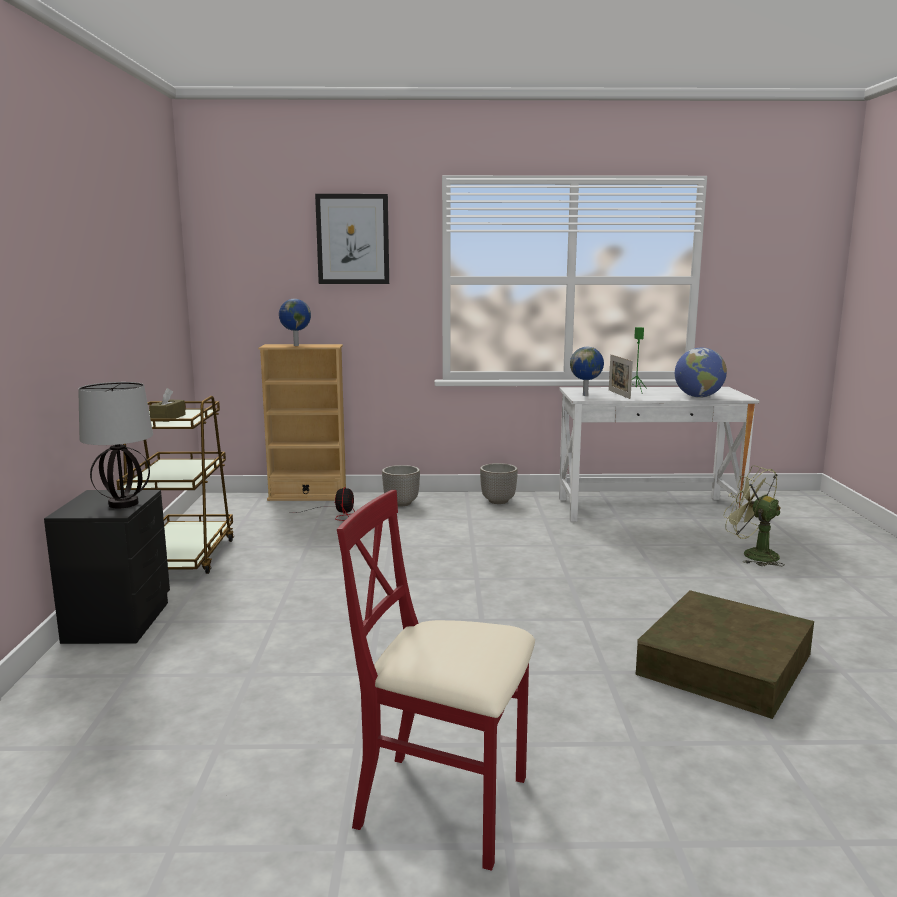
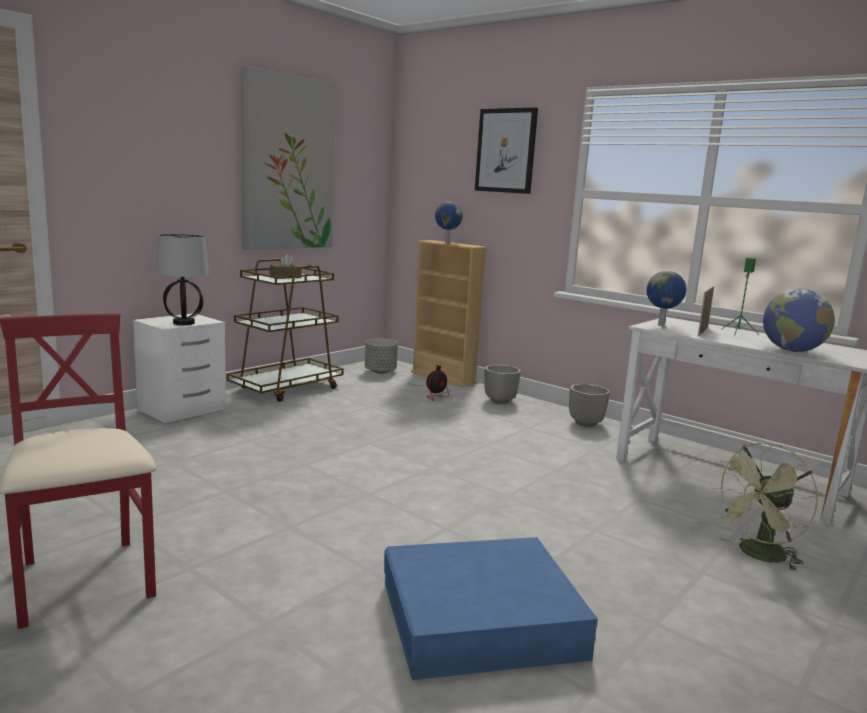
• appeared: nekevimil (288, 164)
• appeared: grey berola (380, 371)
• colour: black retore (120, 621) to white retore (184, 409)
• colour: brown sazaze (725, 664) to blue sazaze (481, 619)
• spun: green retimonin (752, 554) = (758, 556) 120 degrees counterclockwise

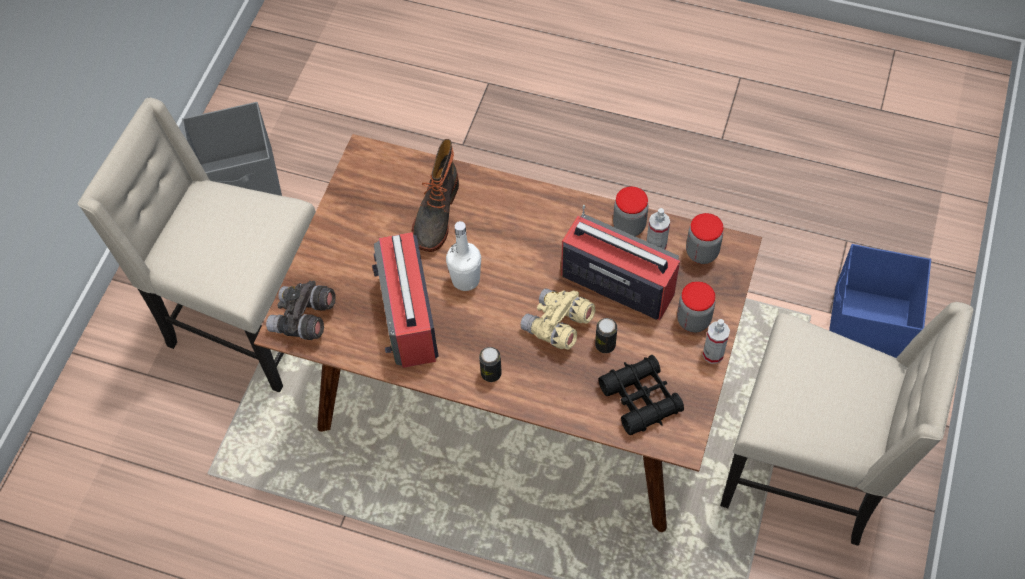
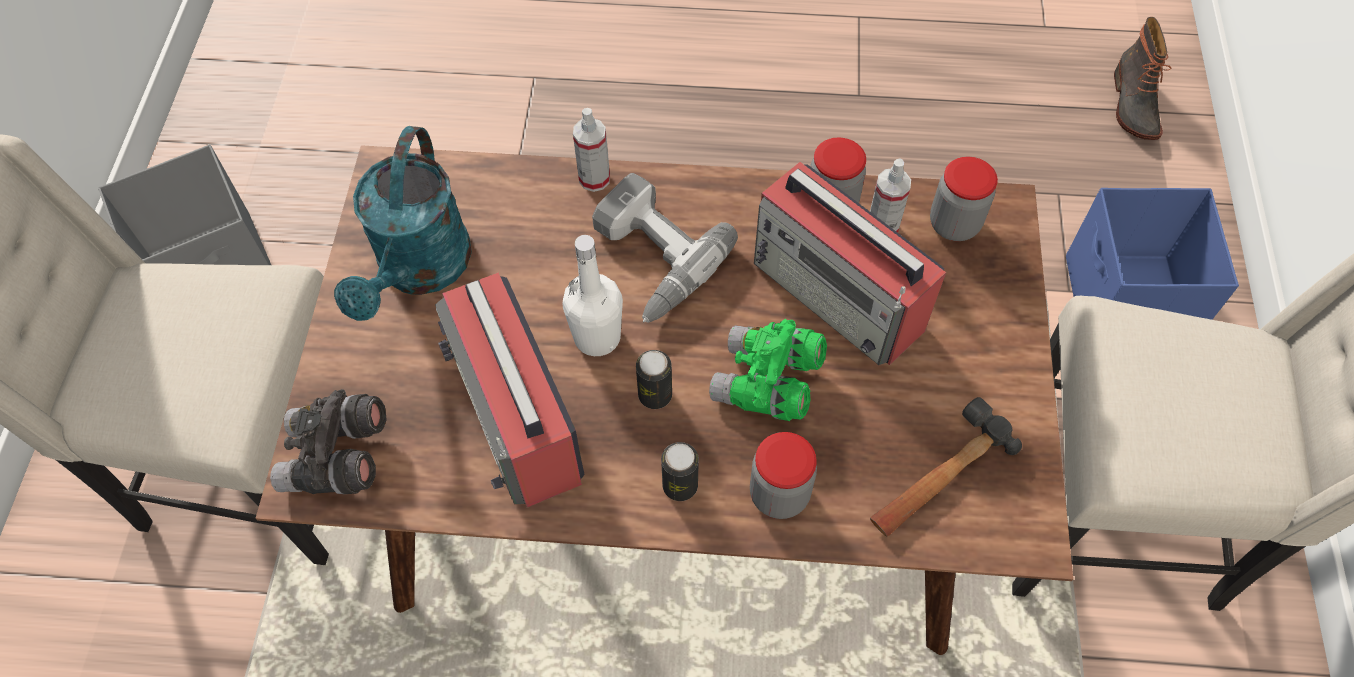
• appeared: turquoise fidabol (420, 271)
• appeared: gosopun (649, 258)
• relocated: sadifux (435, 214) to (1132, 105)
• relocated: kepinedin (605, 345) to (655, 395)
• relocated: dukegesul (693, 320) to (779, 494)
• relocated: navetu (713, 354) to (594, 179)
• exchanged: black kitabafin (640, 398) to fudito (938, 476)
• colour: beige kitabafin (557, 326) to green kitabafin (767, 383)
• spun: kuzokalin (616, 283) = (839, 296) 150 degrees counterclockwise

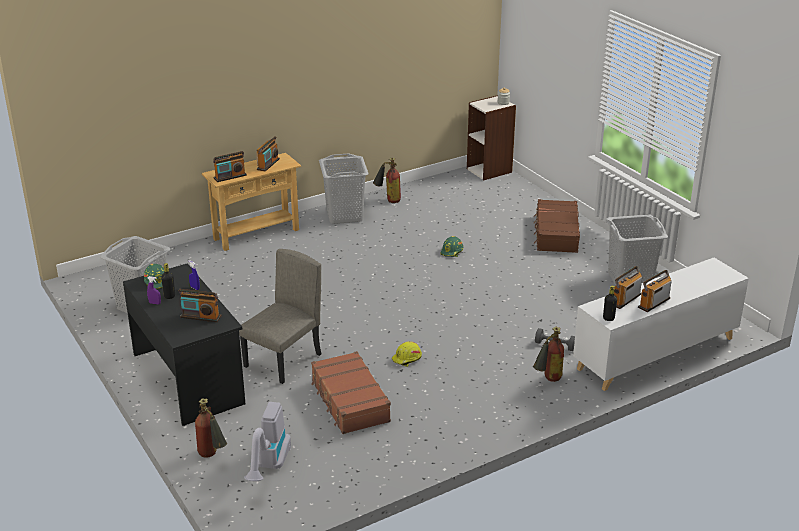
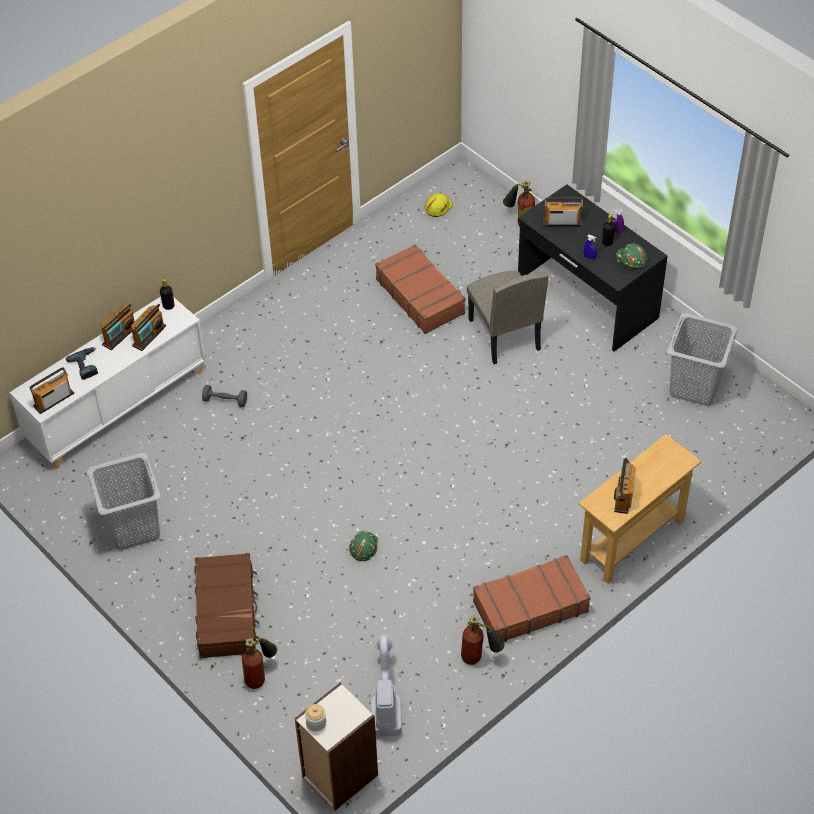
• appeared: gosopun (86, 365)
• relocated: kuzokalin (230, 177) to (53, 400)
• relocated: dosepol (269, 467) to (385, 702)
• relocated: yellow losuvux (407, 359) to (438, 207)
• relocated: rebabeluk (548, 380) to (260, 675)
• exchanged: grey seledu (345, 215) to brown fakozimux (530, 606)
• spun: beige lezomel (283, 361) = (504, 335) 45 degrees counterclockwise

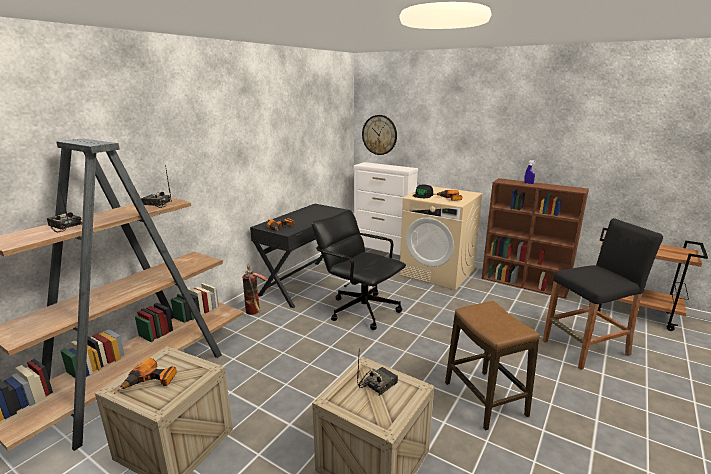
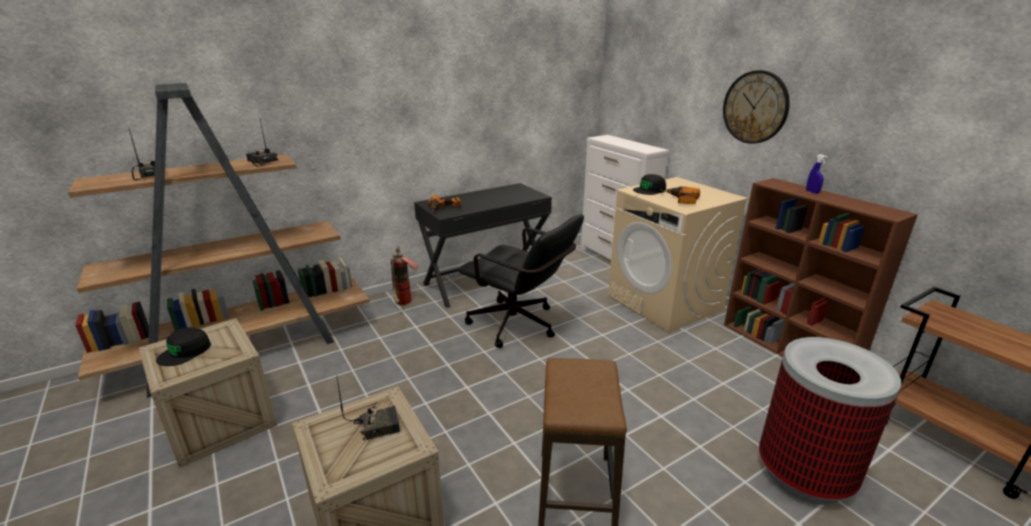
• relocated: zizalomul (379, 135) to (755, 107)
• exchanged: gosopun (150, 383) to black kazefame (185, 352)
• exchanged: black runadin (585, 348) to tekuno (804, 475)
• spun: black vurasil (359, 308) = (520, 326) 150 degrees clockwise

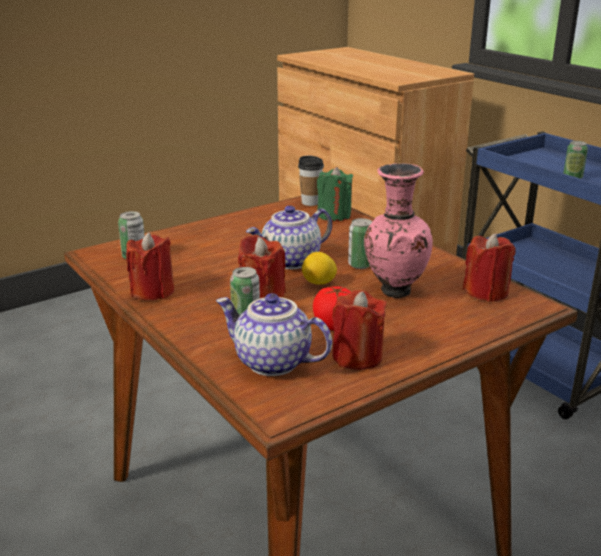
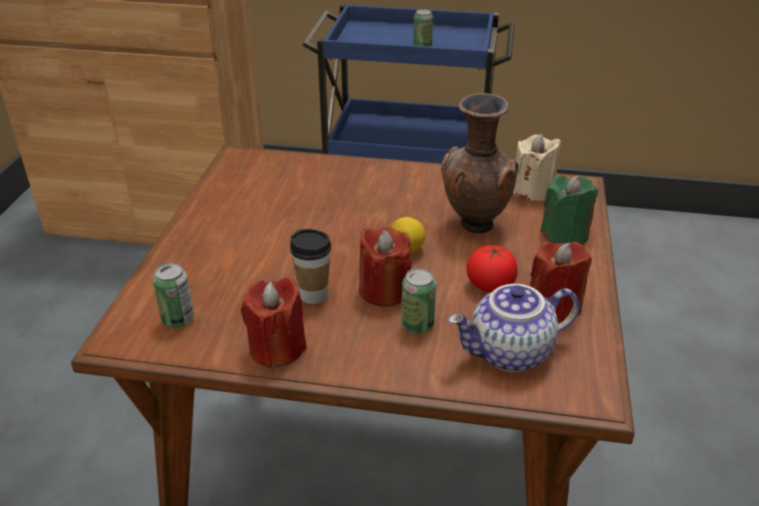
• missing: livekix (291, 262)
• missing: kepinedin (360, 265)
• relocated: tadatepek (310, 202) to (313, 295)
• relocated: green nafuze (334, 215) to (565, 234)
• colour: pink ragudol (393, 291) to brown ragudol (473, 225)
• colour: red nafuze (486, 292) to beige nafuze (532, 190)

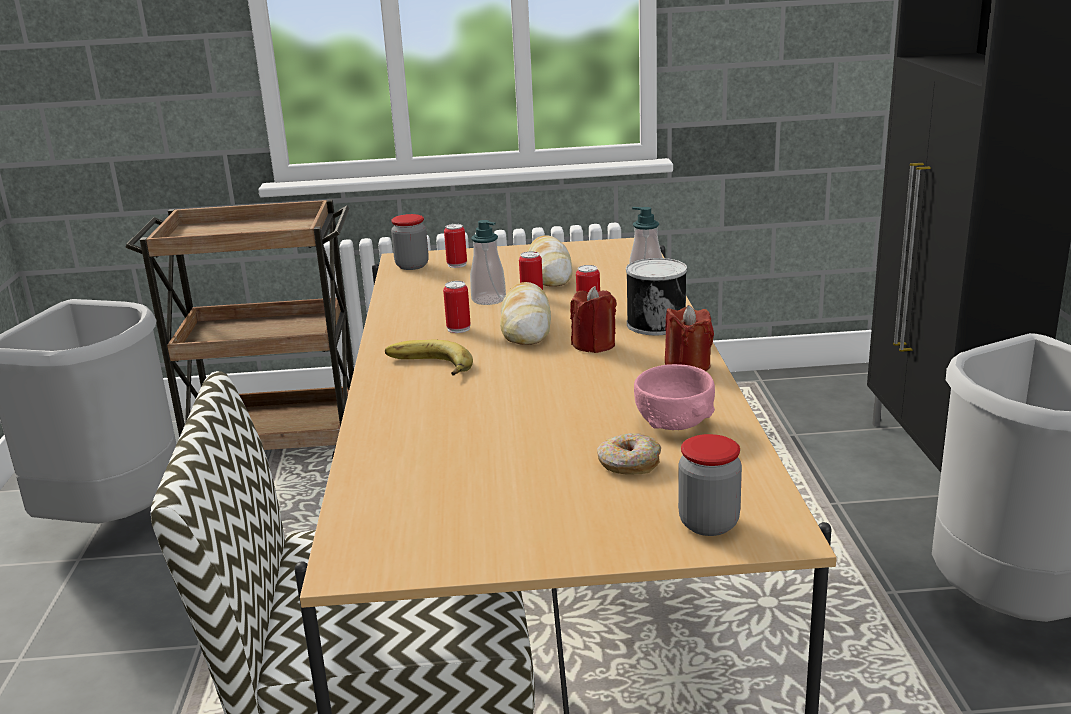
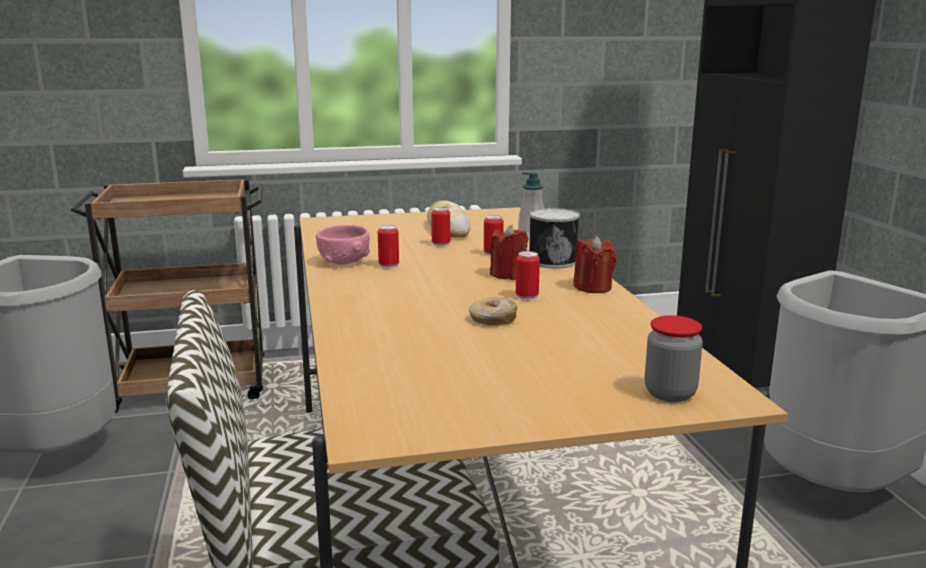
• missing: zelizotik (427, 366)
• missing: dukegesul (412, 266)
• missing: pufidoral (488, 300)
• missing: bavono (526, 325)
• relocated: kepinedin (457, 264) to (527, 297)
• relocated: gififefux (628, 464) to (492, 319)
• relocated: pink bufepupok (674, 424) to (344, 262)

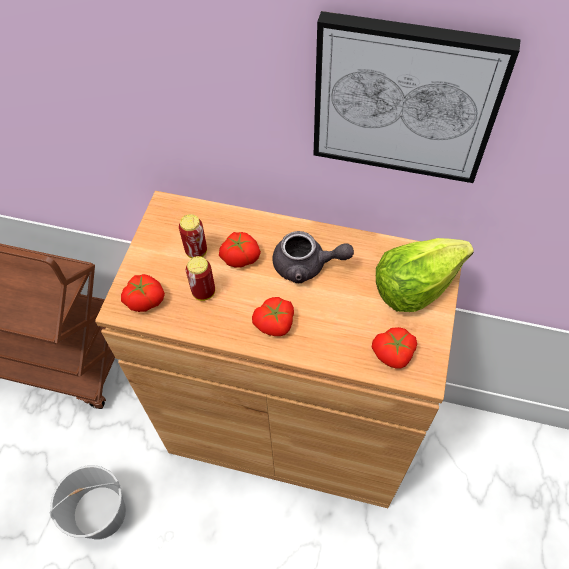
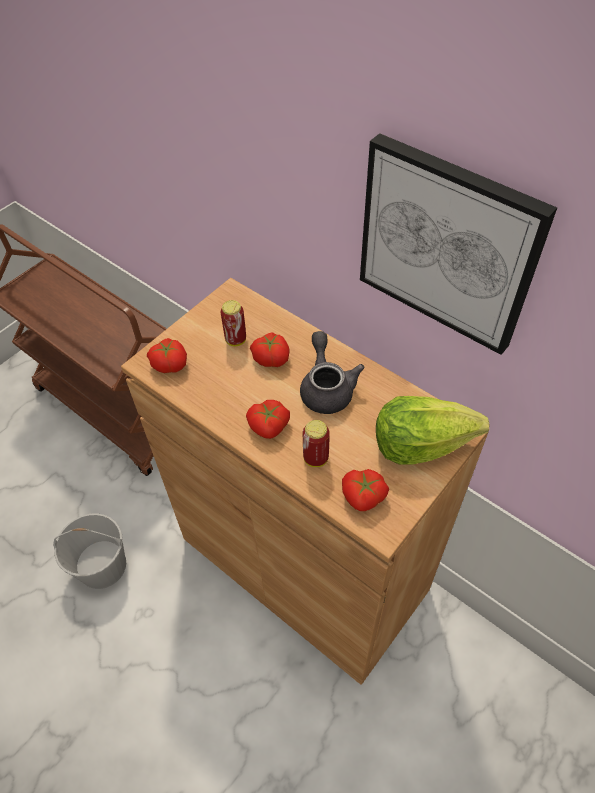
• relocated: kepinedin (204, 292) to (315, 458)
• spun: grey livekix (307, 266) = (326, 388) 135 degrees counterclockwise

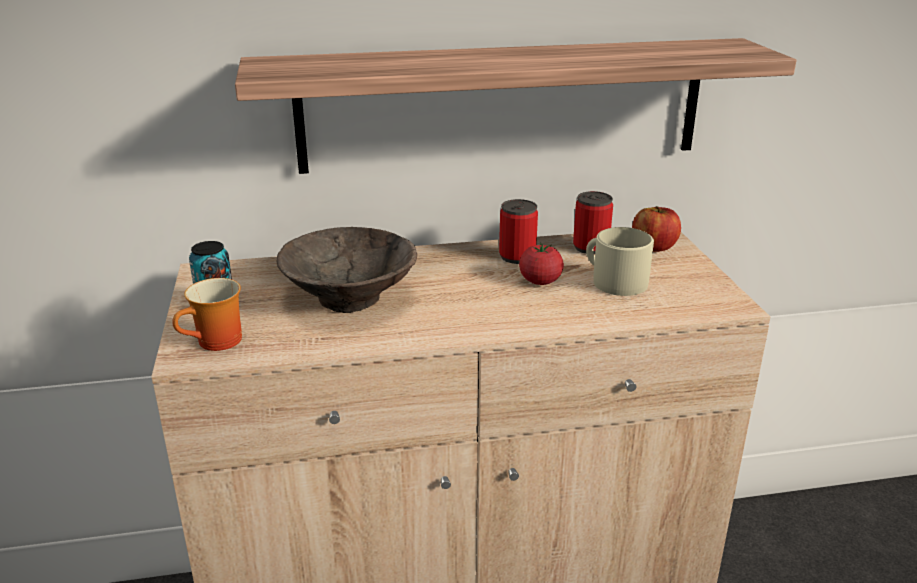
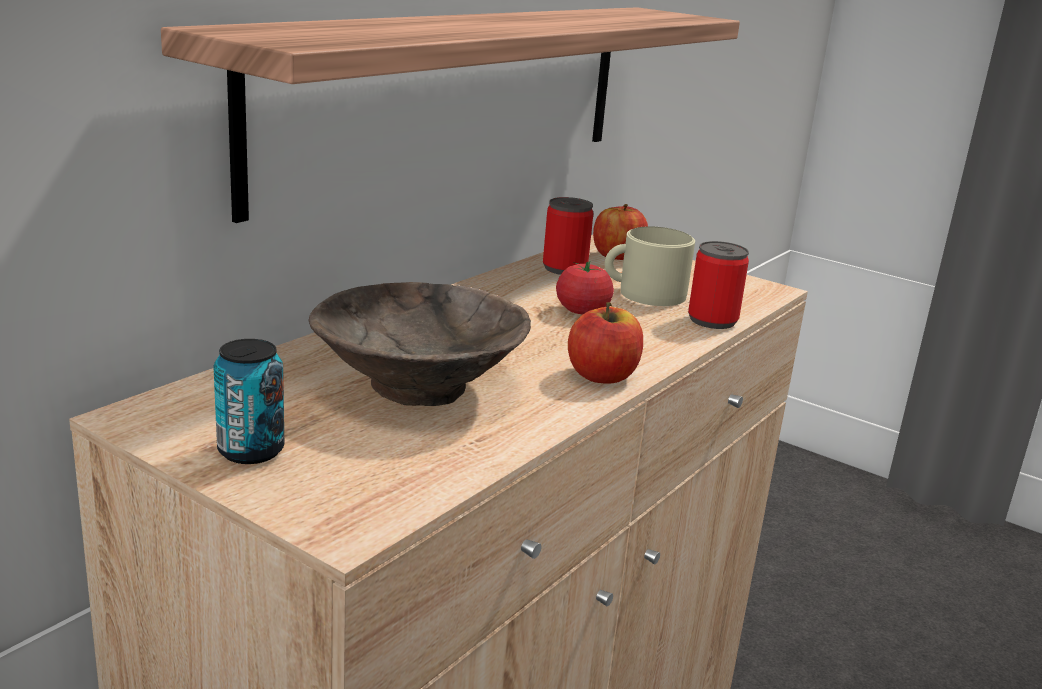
• missing: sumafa (217, 343)
• appeared: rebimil (602, 376)
• relocated: kepinedin (517, 257) to (712, 320)

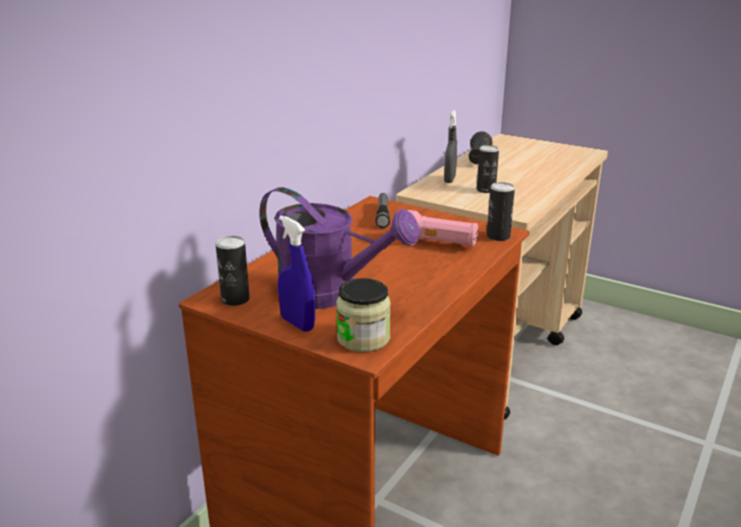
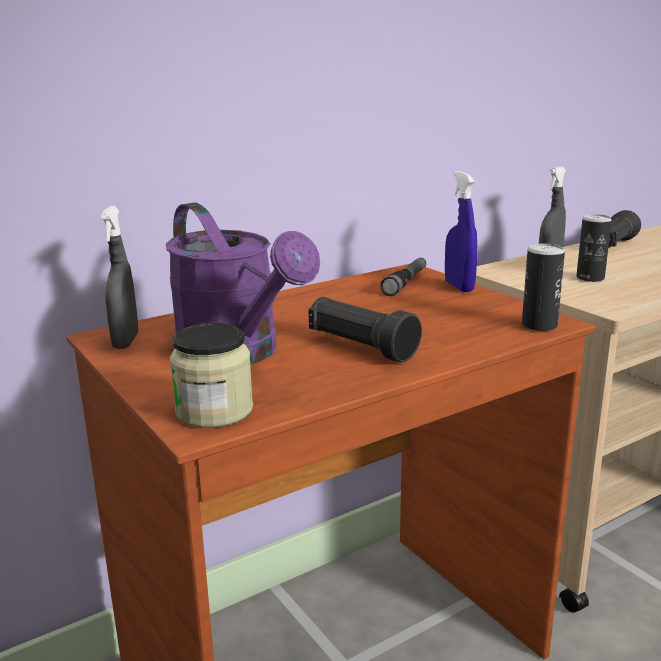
• missing: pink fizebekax (439, 244)
• appeared: black fizebekax (361, 347)
• relocated: blue navetu (297, 324) to (459, 287)
• exchanged: kepinedin (235, 299) to grey navetu (126, 341)

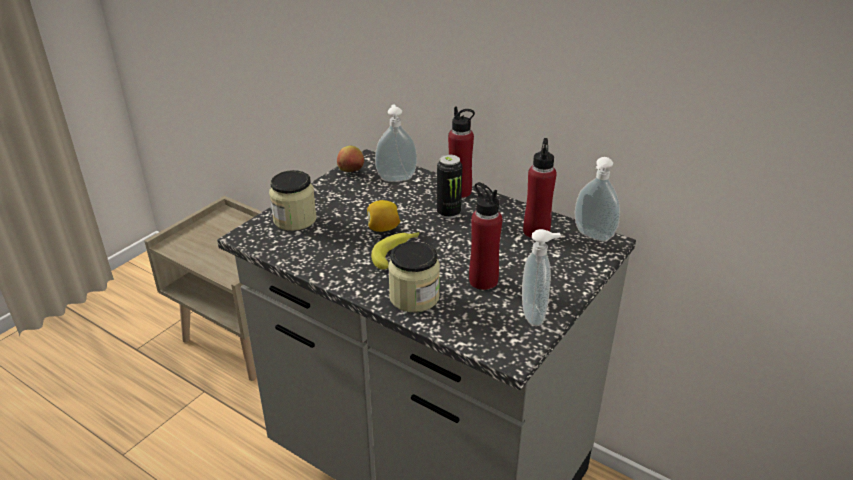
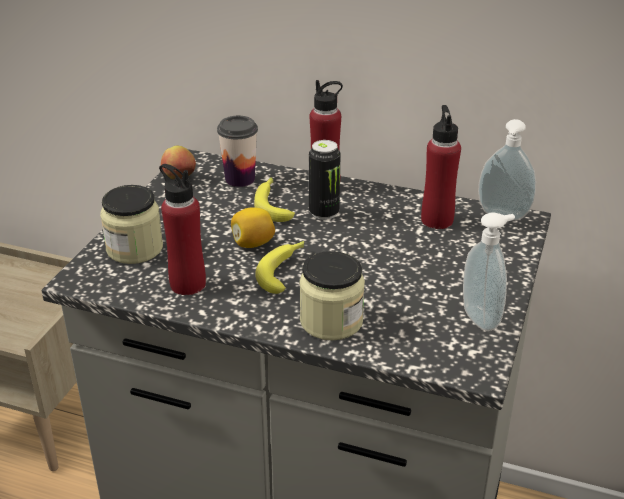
• appeared: zelizotik (273, 204)
• relocated: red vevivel (483, 280) to (187, 284)
• exchanged: pufidoral (396, 178) to tadatepek (240, 179)

